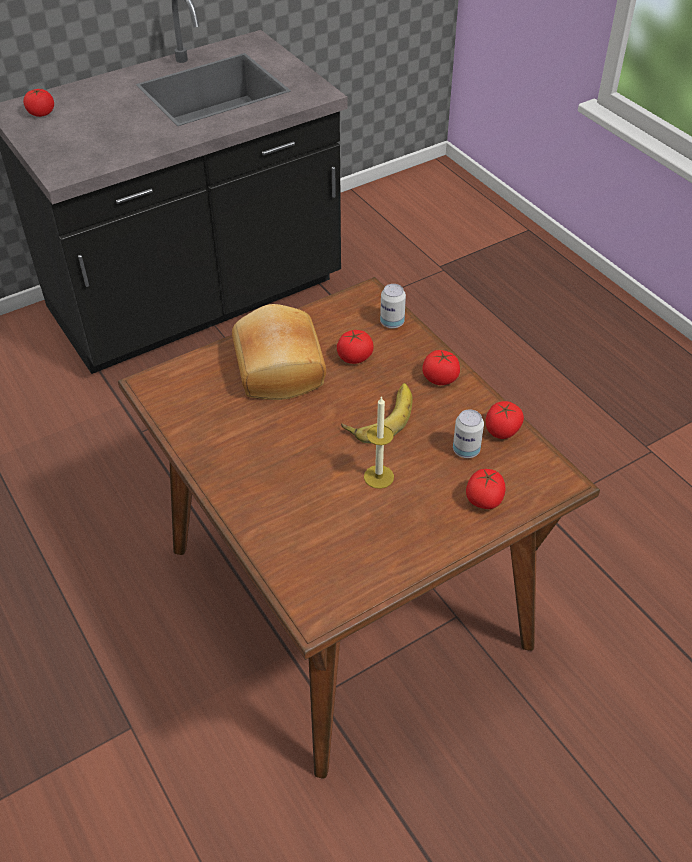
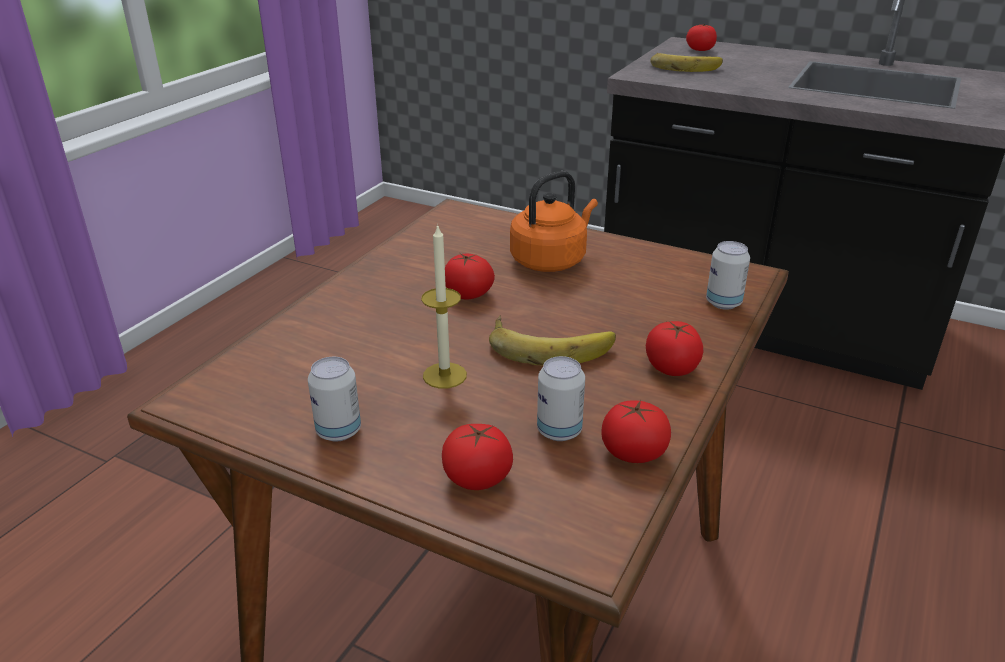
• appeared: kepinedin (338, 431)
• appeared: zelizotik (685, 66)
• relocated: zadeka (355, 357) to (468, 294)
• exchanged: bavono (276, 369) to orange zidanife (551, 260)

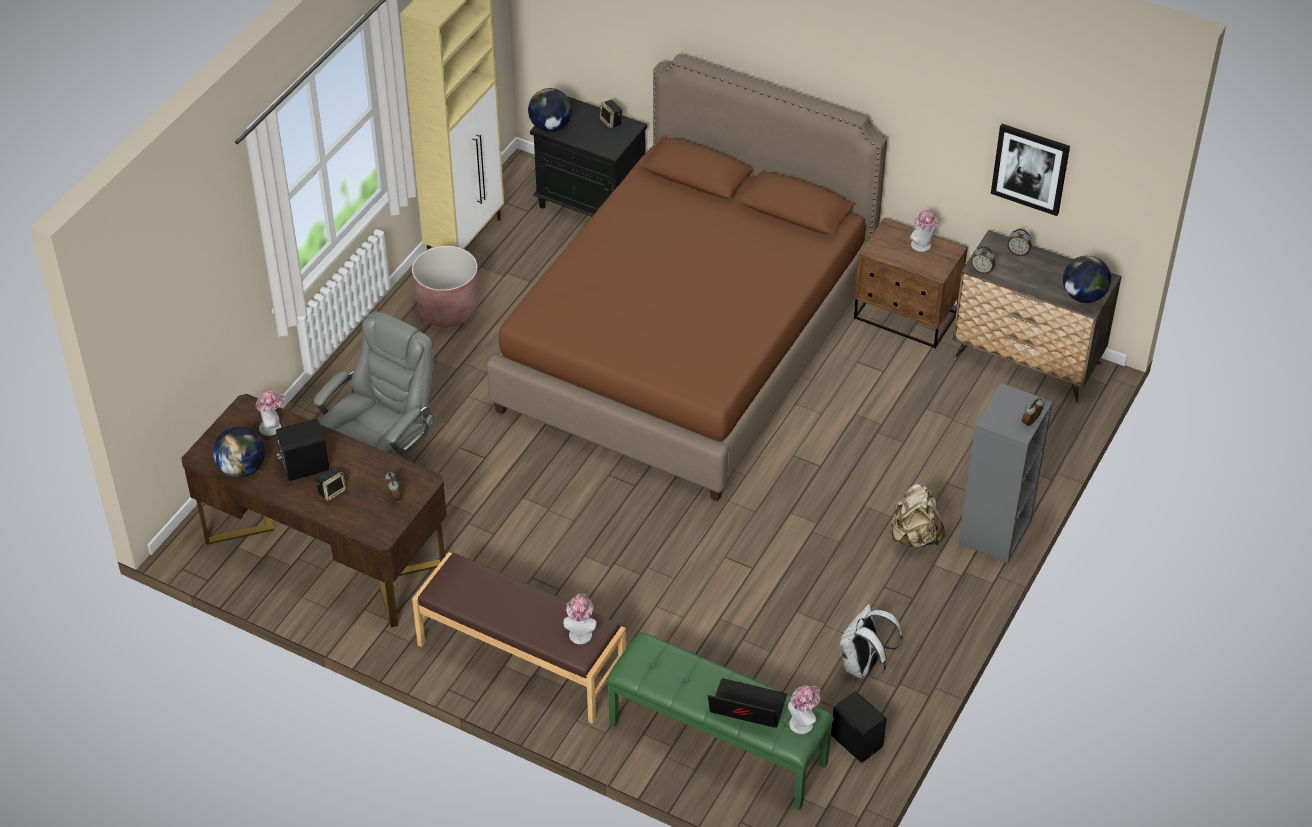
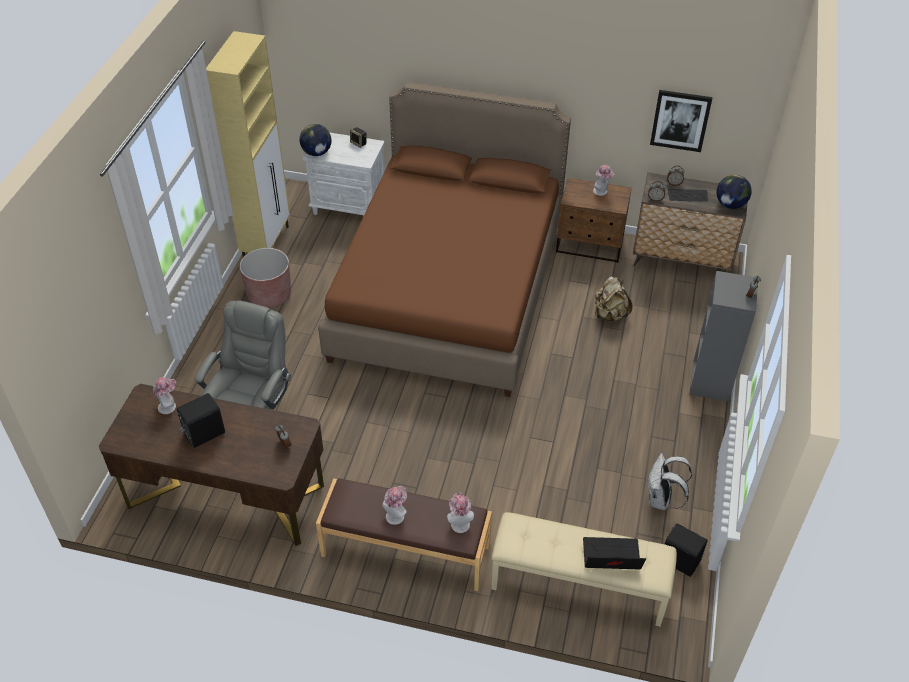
• missing: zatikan (242, 468)
• missing: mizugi (332, 491)
• appeared: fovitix (687, 196)
• relocated: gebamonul (803, 722) to (396, 514)
• relocated: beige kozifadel (914, 537) to (609, 315)
• colour: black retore (592, 204) to white retore (349, 207)
• colour: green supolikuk (716, 744) to beige supolikuk (578, 586)

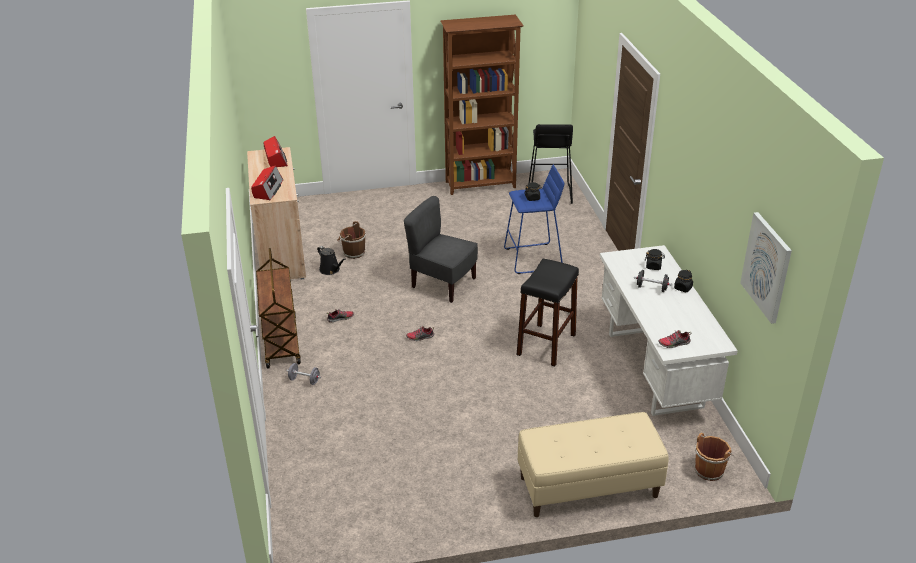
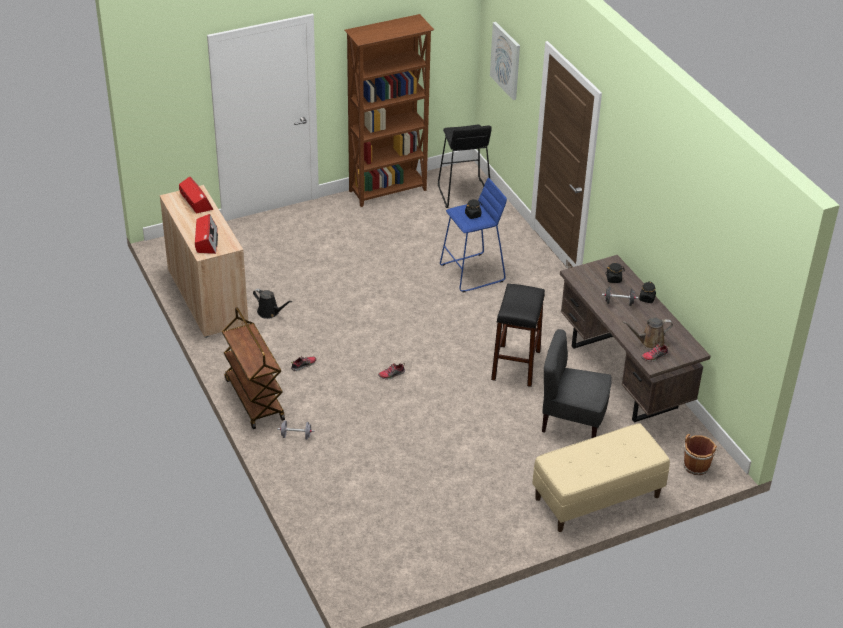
• missing: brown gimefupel (353, 252)
• appeared: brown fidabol (649, 342)
• relocated: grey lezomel (443, 284) to (572, 422)
• relocated: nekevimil (767, 267) to (506, 60)
• colour: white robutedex (655, 370) to brown robutedex (624, 376)

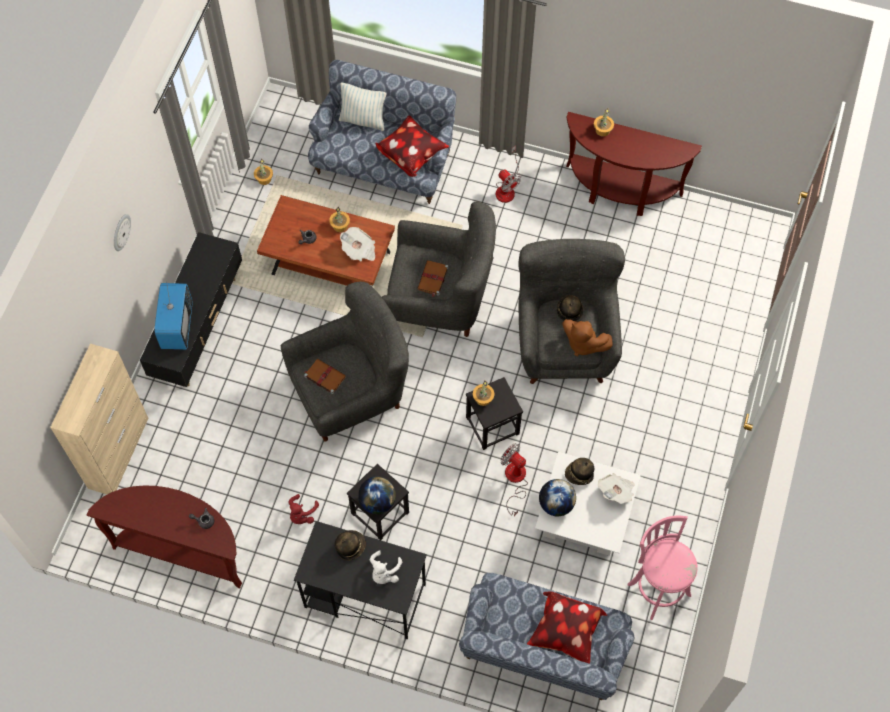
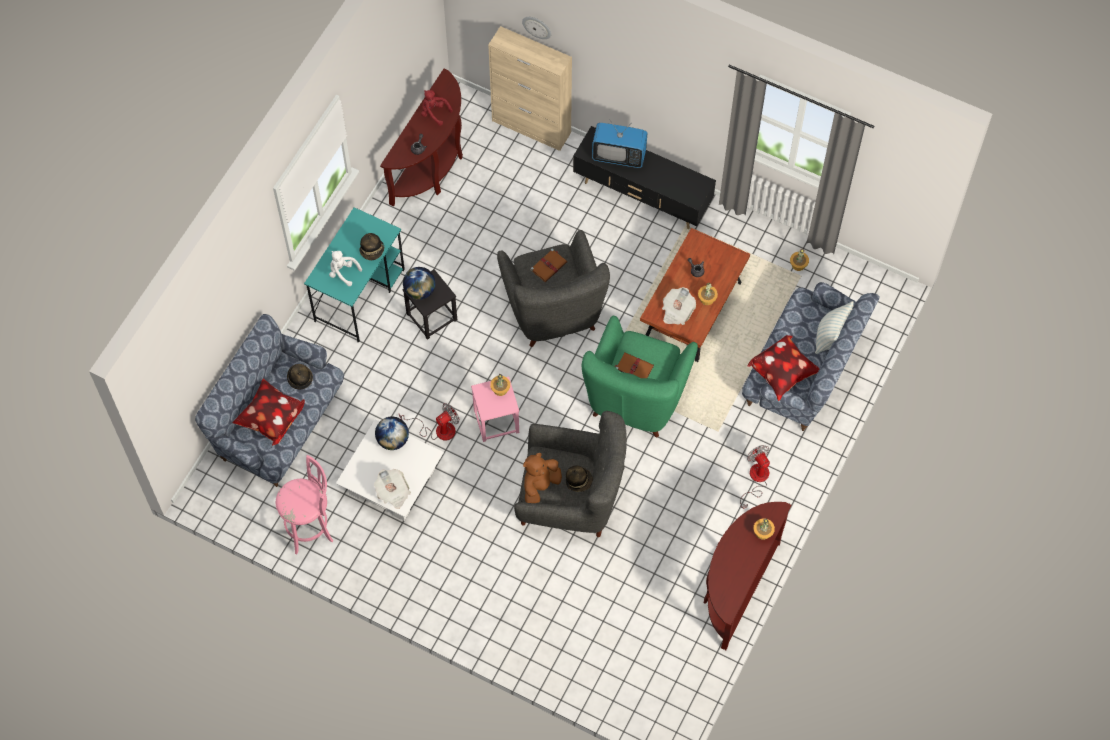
• relocated: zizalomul (121, 232) to (537, 27)
• relocated: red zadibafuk (302, 514) to (434, 113)
• relocated: gebamonul (579, 475) to (299, 378)
• colour: black robutedex (364, 595) to turquoise robutedex (360, 294)
• colour: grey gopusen (439, 300) to green gopusen (636, 397)
• colour: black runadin (492, 425) to pink runadin (496, 420)
• spun: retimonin (506, 188) = (756, 479) 90 degrees clockwise

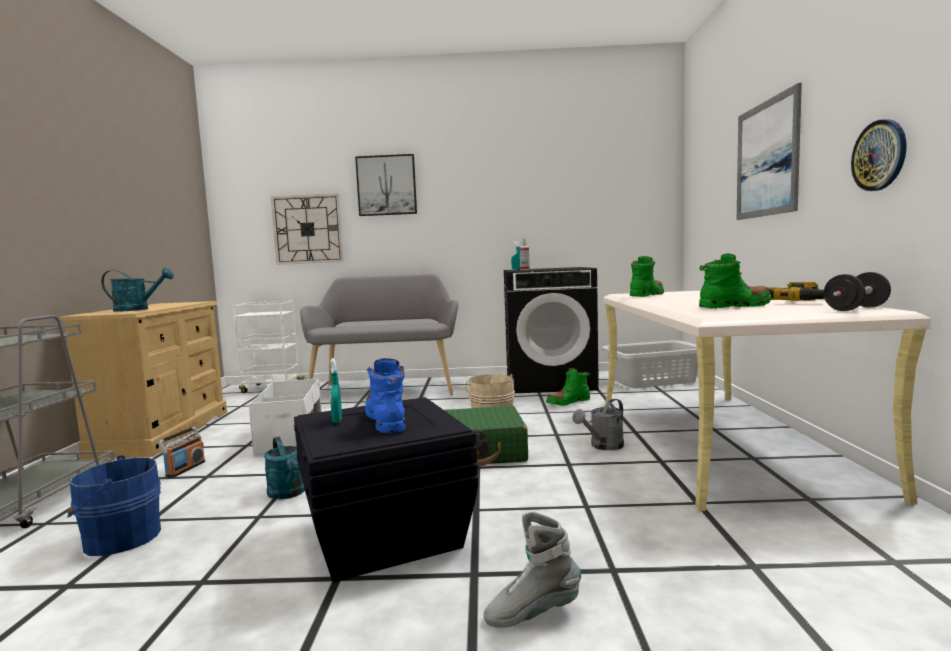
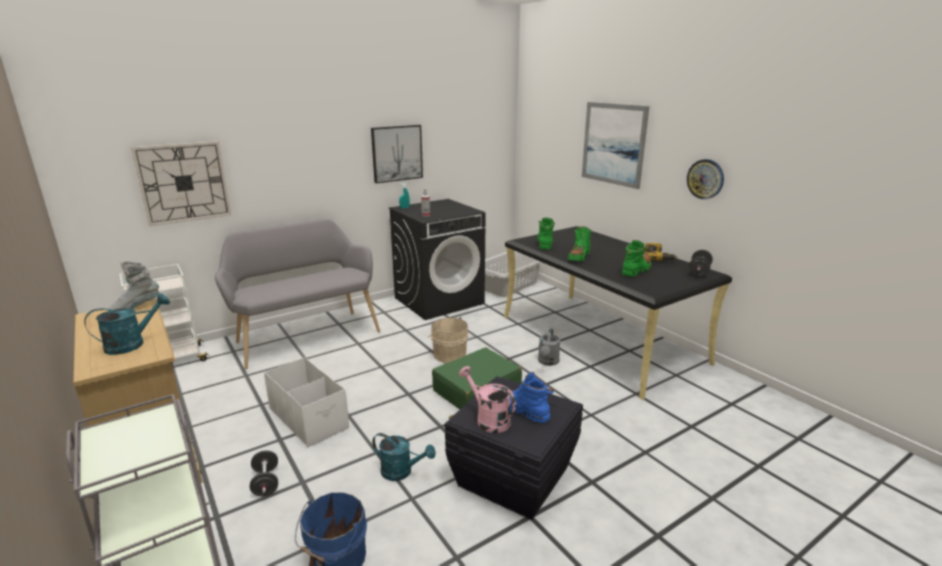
• relocated: nekevimil (386, 185) to (397, 153)
• relocated: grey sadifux (532, 613) to (136, 307)
• relocated: green sadifux (568, 402) to (579, 257)
• exchanged: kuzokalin (185, 469) to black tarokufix (266, 483)
• exchanged: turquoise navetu (337, 420) to pink fidabol (488, 419)
• colour: beige robutedex (718, 440) to black robutedex (600, 339)

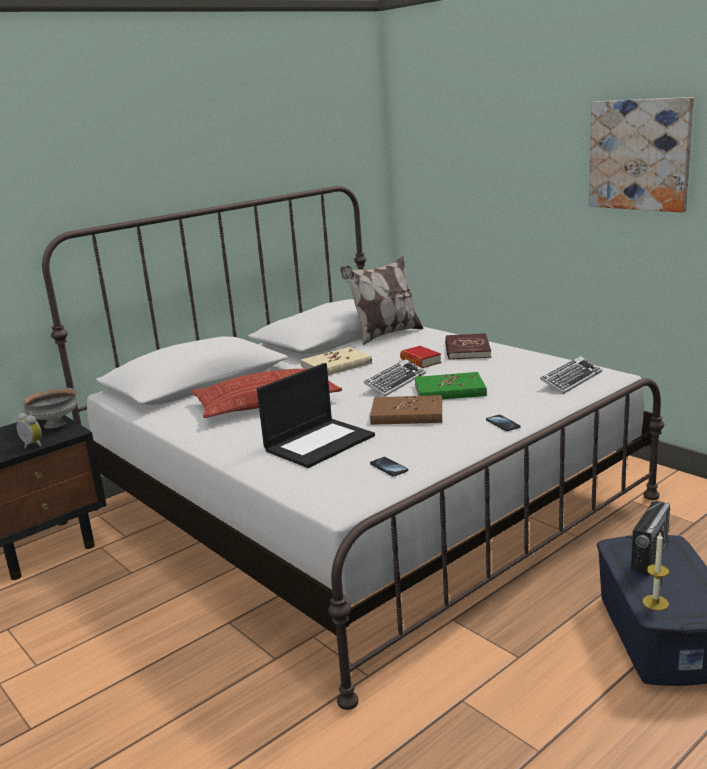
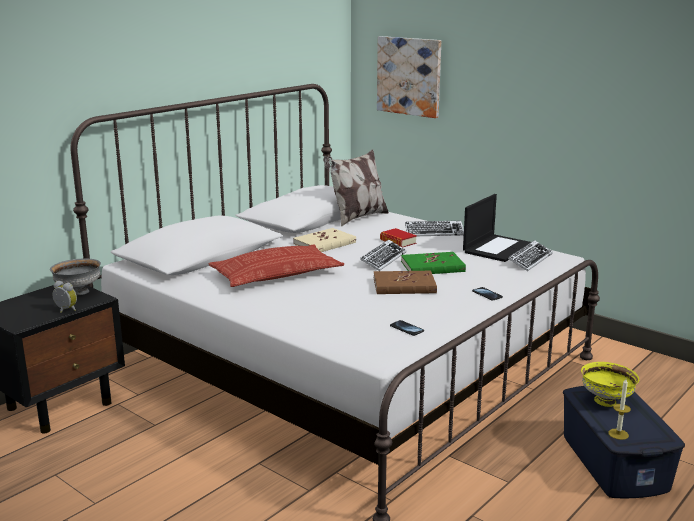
• relocated: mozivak (319, 442) to (497, 248)
• relocated: nekevimil (640, 155) to (409, 76)
• exchanged: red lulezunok (467, 349) to fovitix (434, 232)
• exchanged: kuzokalin (649, 557) to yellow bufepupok (606, 401)

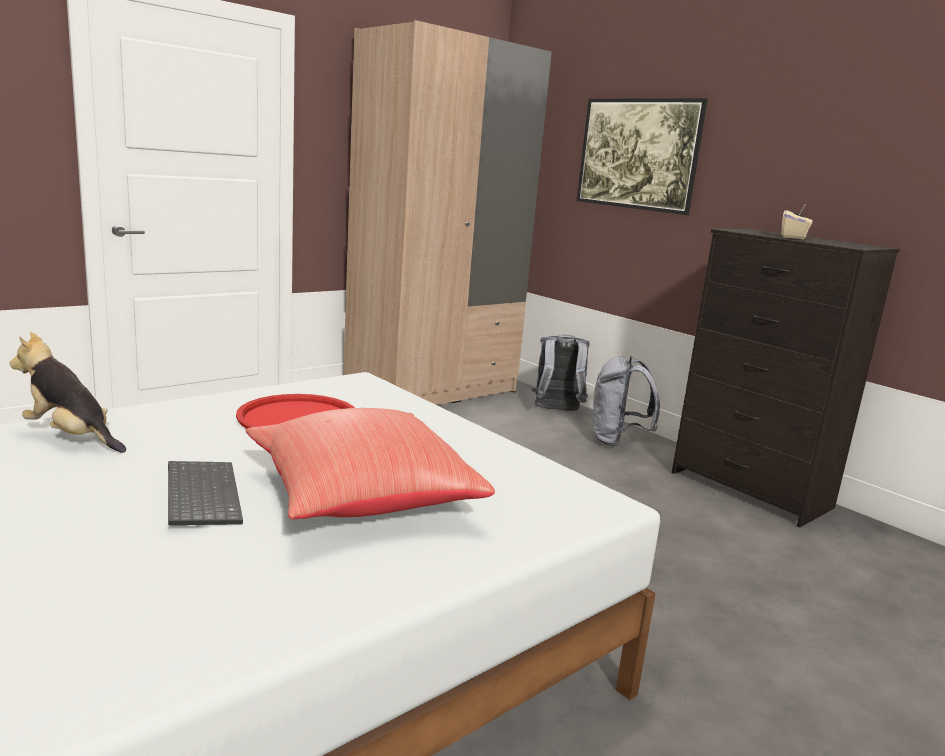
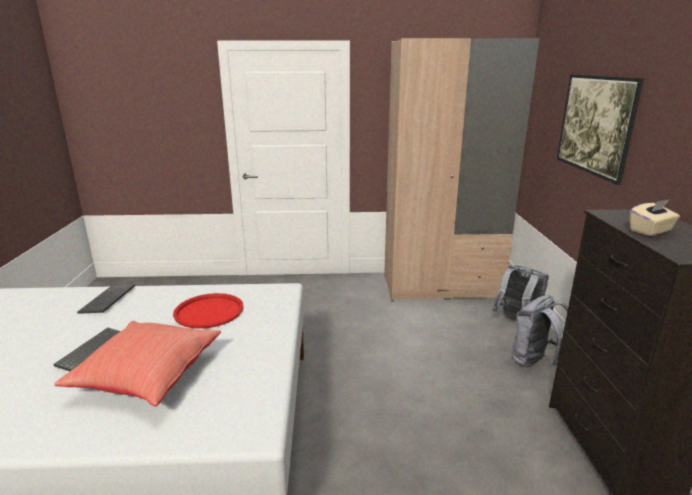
• exchanged: zadibafuk (71, 437) to fovitix (108, 300)

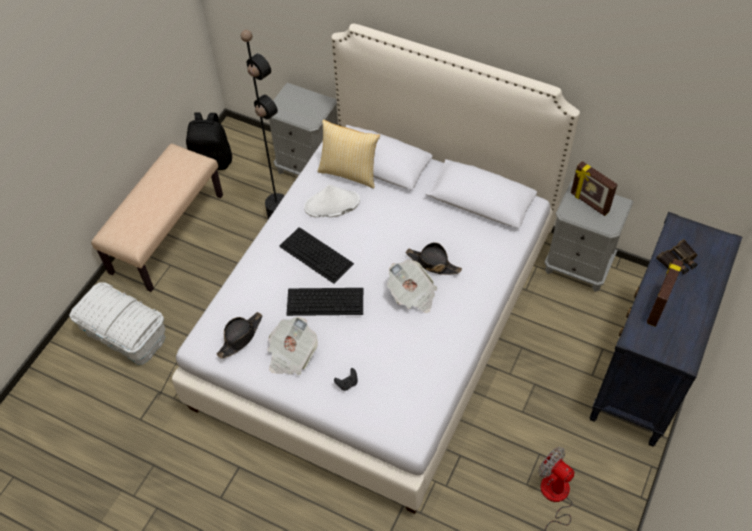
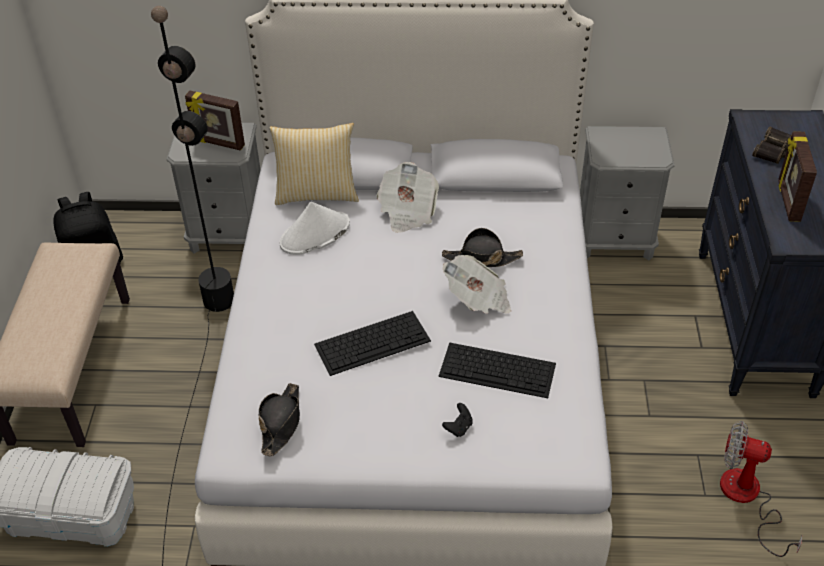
• relocated: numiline (291, 354) to (407, 211)
• relocated: fovitix (317, 255) to (498, 370)
• relocated: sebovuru (589, 203) to (218, 143)

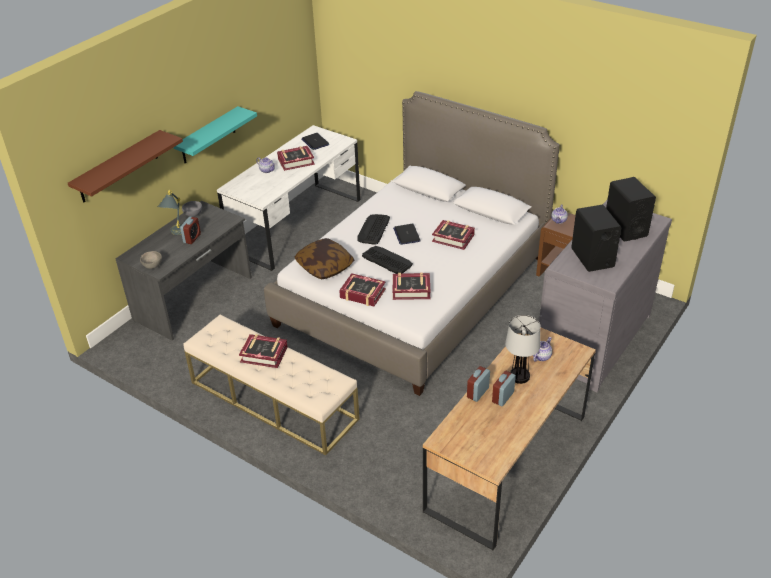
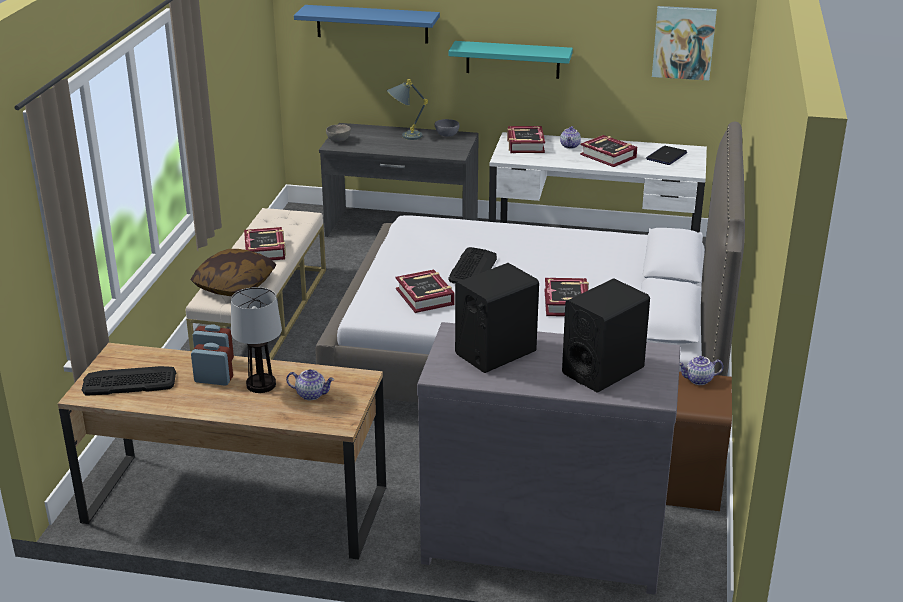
• missing: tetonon (192, 238)
• missing: mozivak (406, 235)
• appeared: nekevimil (683, 42)
• relocated: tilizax (325, 266) to (235, 285)
• relocated: lulezunok (362, 294) to (525, 145)
• relocated: fovitix (373, 229) to (129, 381)
• colour: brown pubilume (118, 167) to blue pubilume (372, 24)

